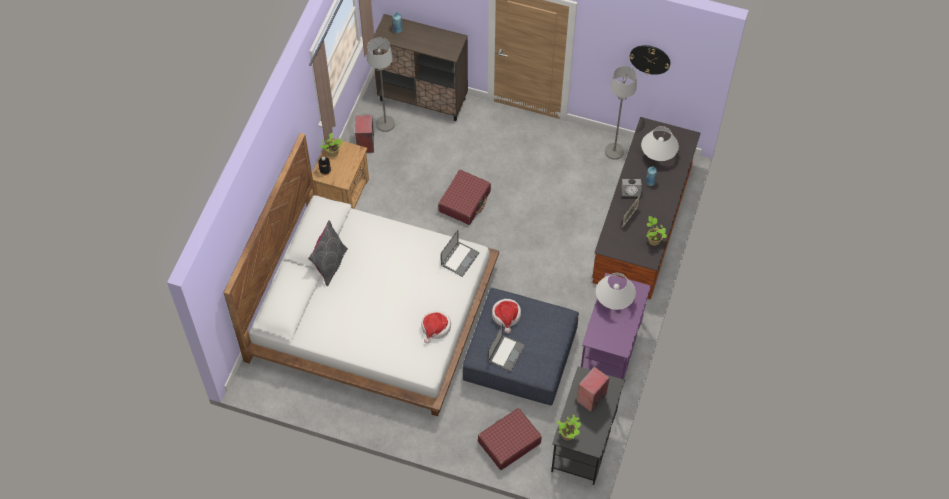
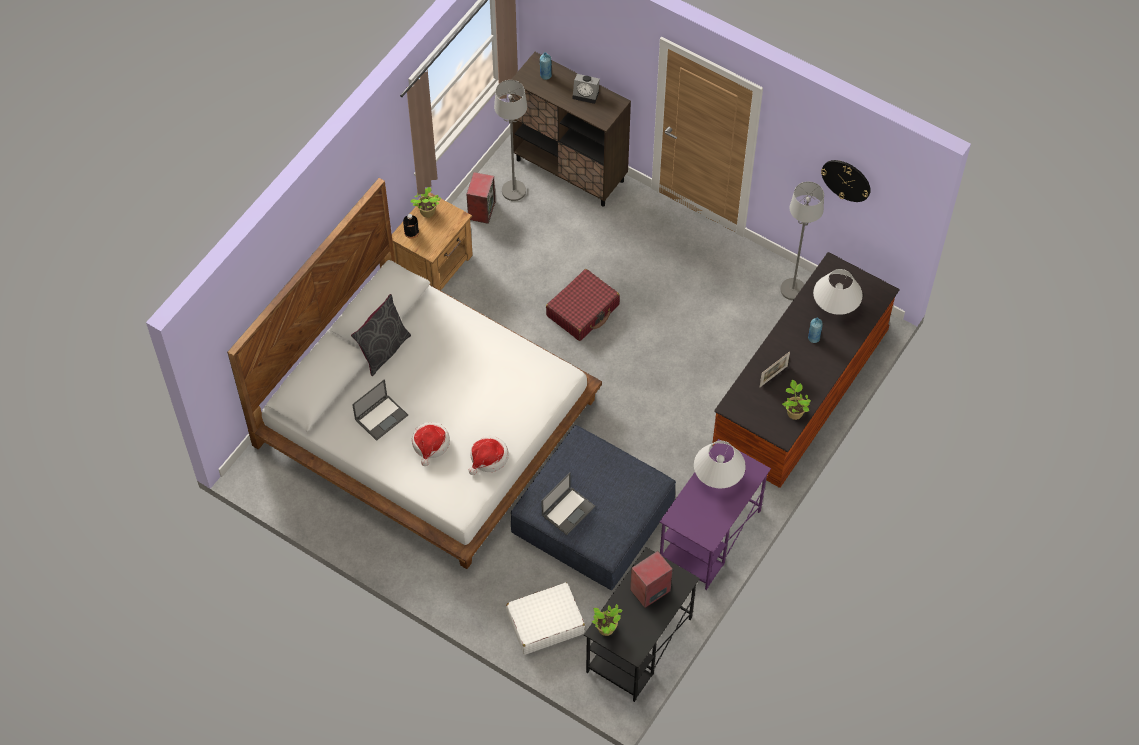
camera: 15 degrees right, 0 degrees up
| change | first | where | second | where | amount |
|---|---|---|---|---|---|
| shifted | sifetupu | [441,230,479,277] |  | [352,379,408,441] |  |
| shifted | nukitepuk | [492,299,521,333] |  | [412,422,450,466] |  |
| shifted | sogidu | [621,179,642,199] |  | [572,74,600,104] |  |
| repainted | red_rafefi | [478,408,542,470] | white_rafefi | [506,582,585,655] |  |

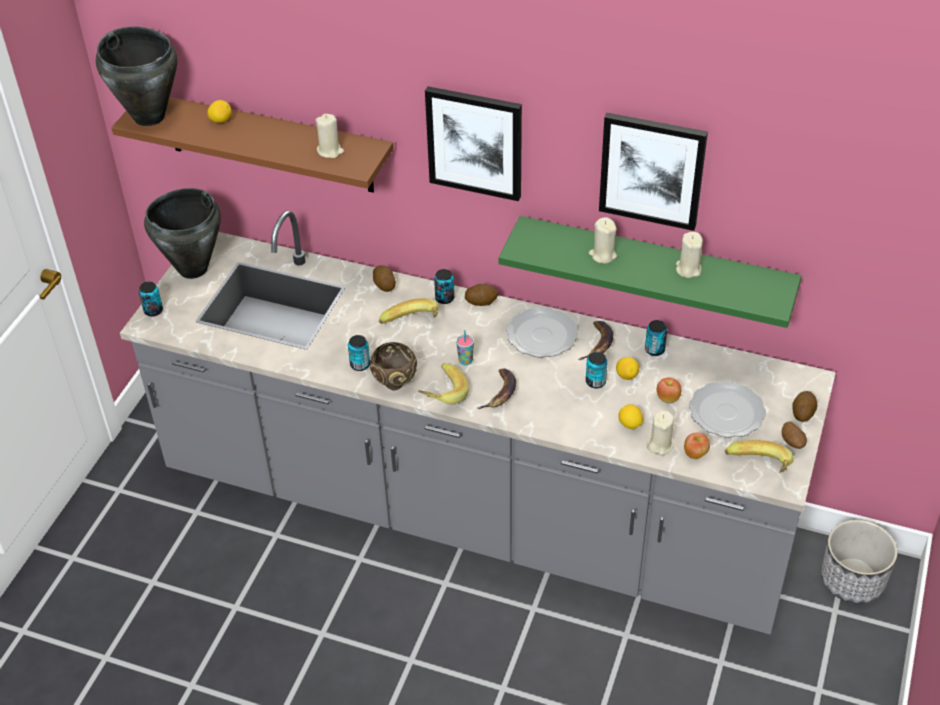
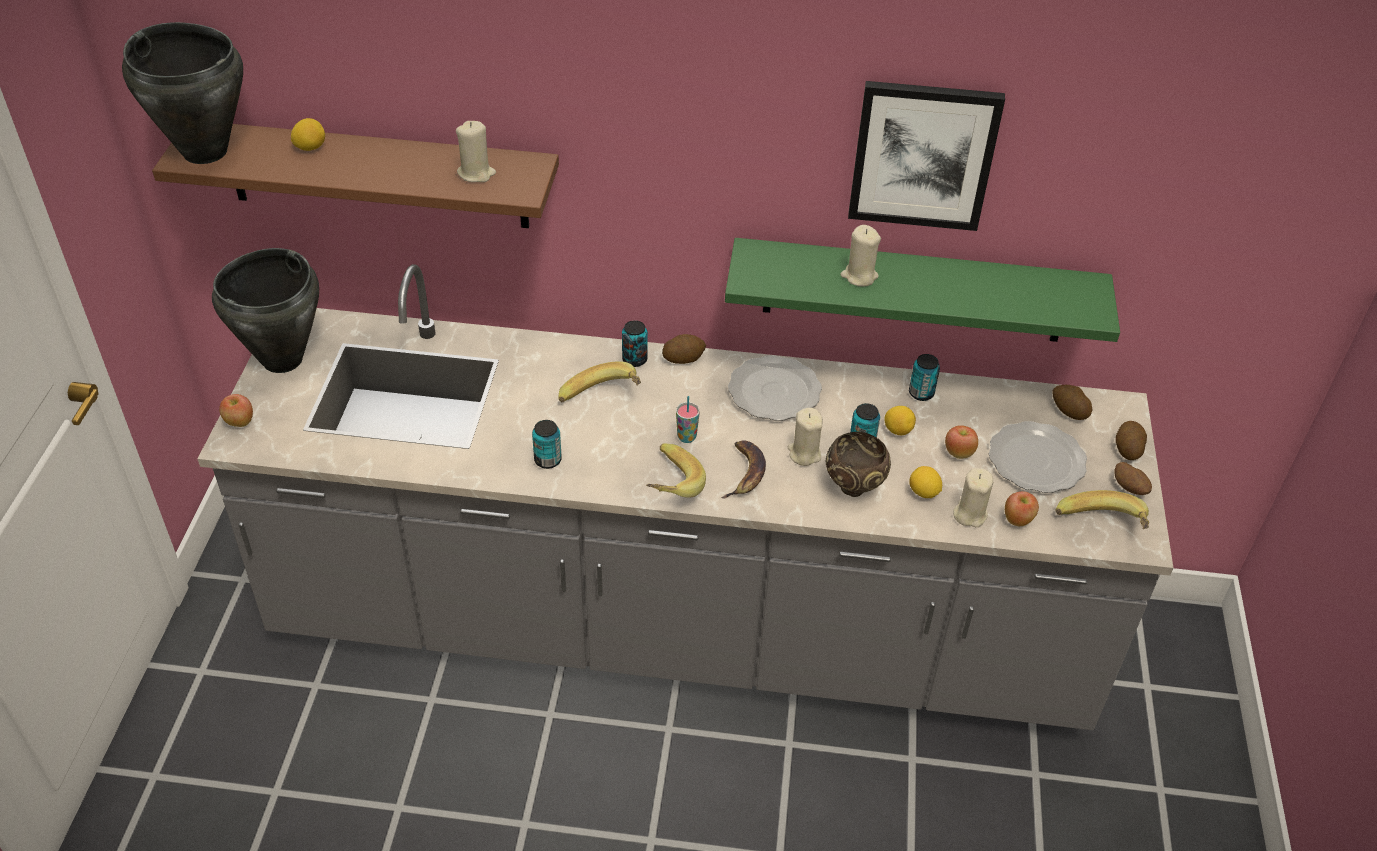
camera: 15 degrees left, 0 degrees up
| change | first | where | second | where | amount |
|---|---|---|---|---|---|
| gone | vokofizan | [425,86,522,201] |  |  |  |
| gone | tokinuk | [578,321,613,360] |  |  |  |
| gone | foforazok | [821,520,898,604] |  |  |  |
| shifted | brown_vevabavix | [370,342,417,391] |  | [826,432,891,497] |  |
| shifted | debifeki | [373,265,396,292] |  | [1053,385,1092,420] |  |
| shifted | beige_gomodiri | [676,232,703,278] |  | [788,408,823,466] |  |
| swapped | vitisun | [139,282,163,317] | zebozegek | [219,394,253,427] |  |

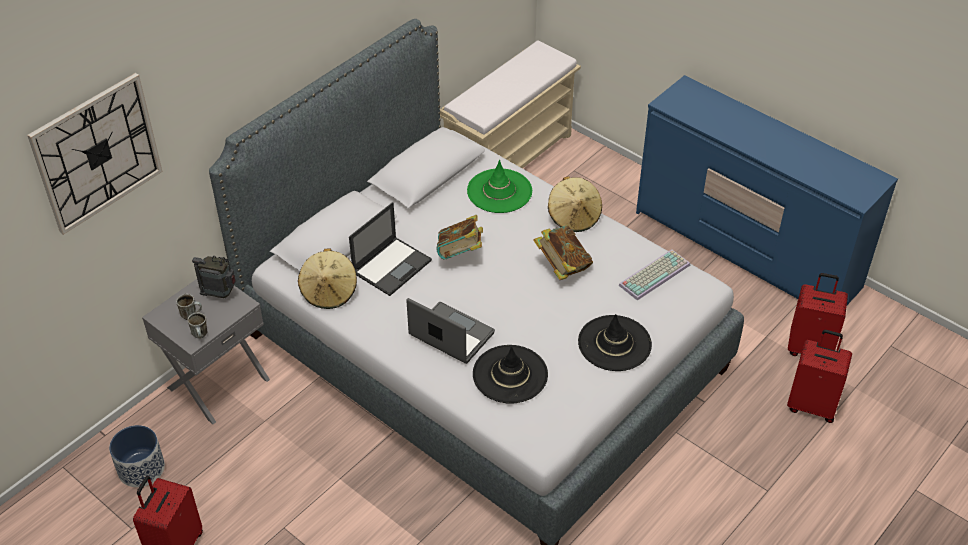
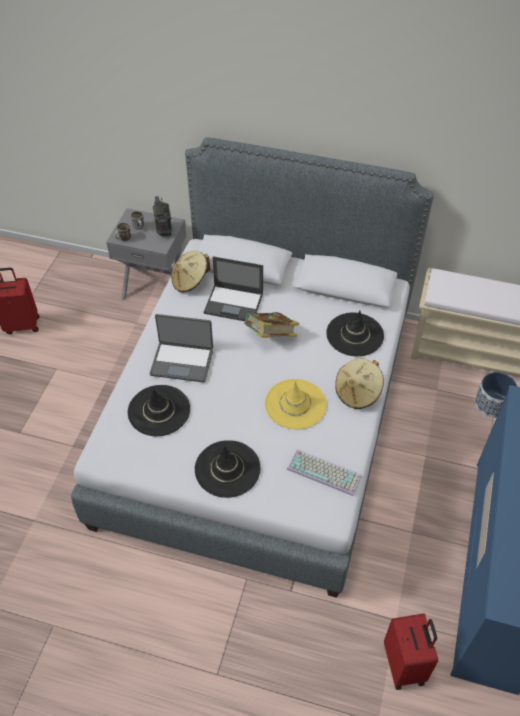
camera: 65 degrees right, 5 degrees up
| change | first | where | second | where | amount |
|---|---|---|---|---|---|
| gone | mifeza | [27,73,163,235] |  |  |  |
| gone | red_rafefi | [787,330,852,423] |  |  |  |
| shifted | foforazok | [109,425,165,487] |  | [475,372,517,418] |  |
| swapped | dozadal | [533,225,593,280] | yellow_nukitepuk | [265,379,327,429] |  |
| repainted | green_nukitepuk | [467,160,532,213] | black_nukitepuk | [326,310,384,356] |  |
| rotated | sifetupu | [406,298,495,364] |  | [150,314,213,382] | 90 degrees clockwise |

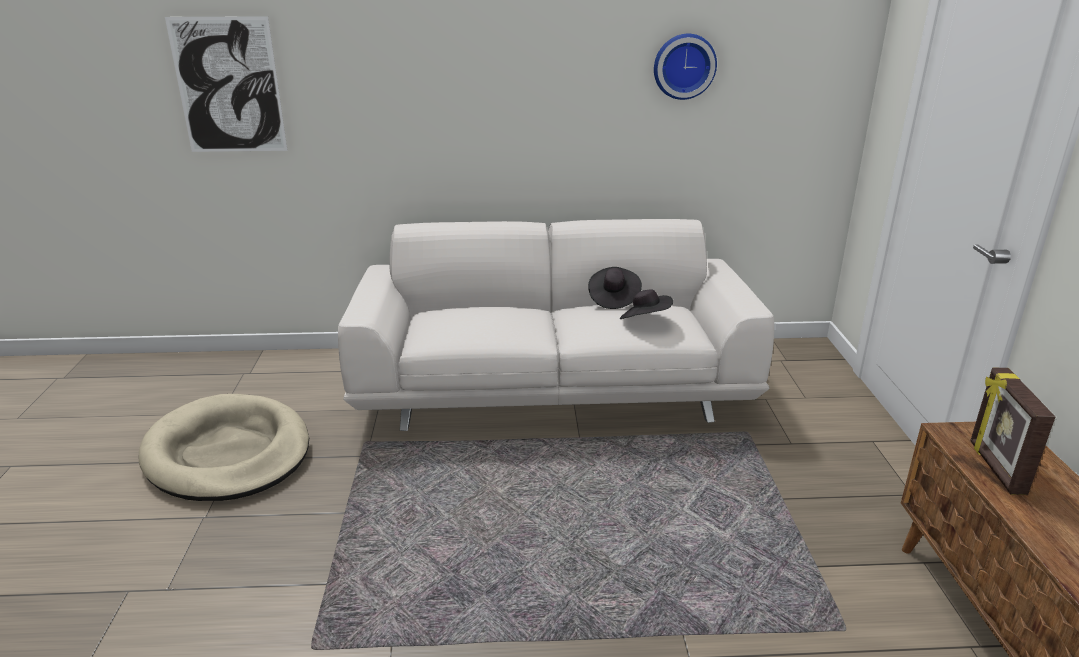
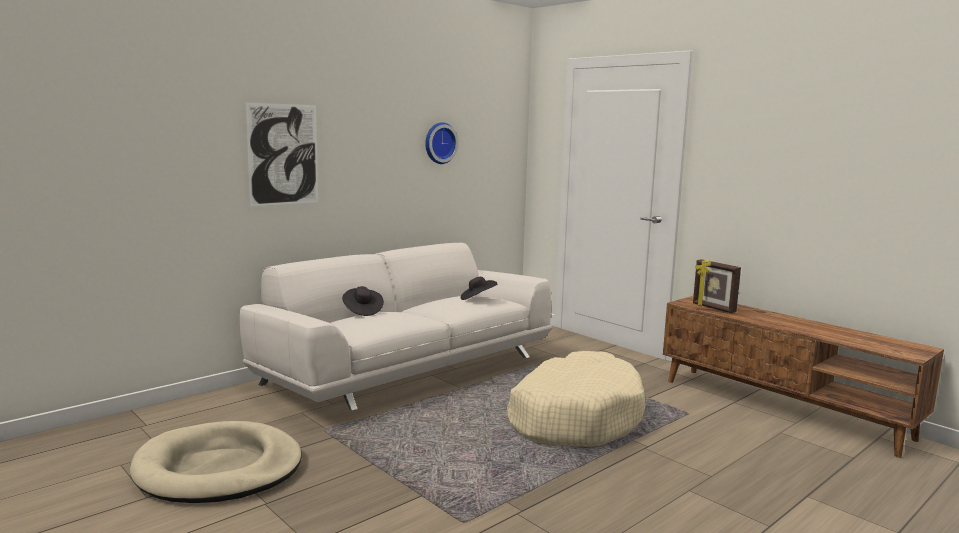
camera: 40 degrees left, 15 degrees down
| change | first | where | second | where | amount |
|---|---|---|---|---|---|
| new |  |  | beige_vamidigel | [507,351,646,447] |  |
| shifted | vokofizan | [165,16,288,152] |  | [246,103,318,207] |  |
| shifted | black_nukitepuk | [588,267,642,309] |  | [342,286,384,316] |  |

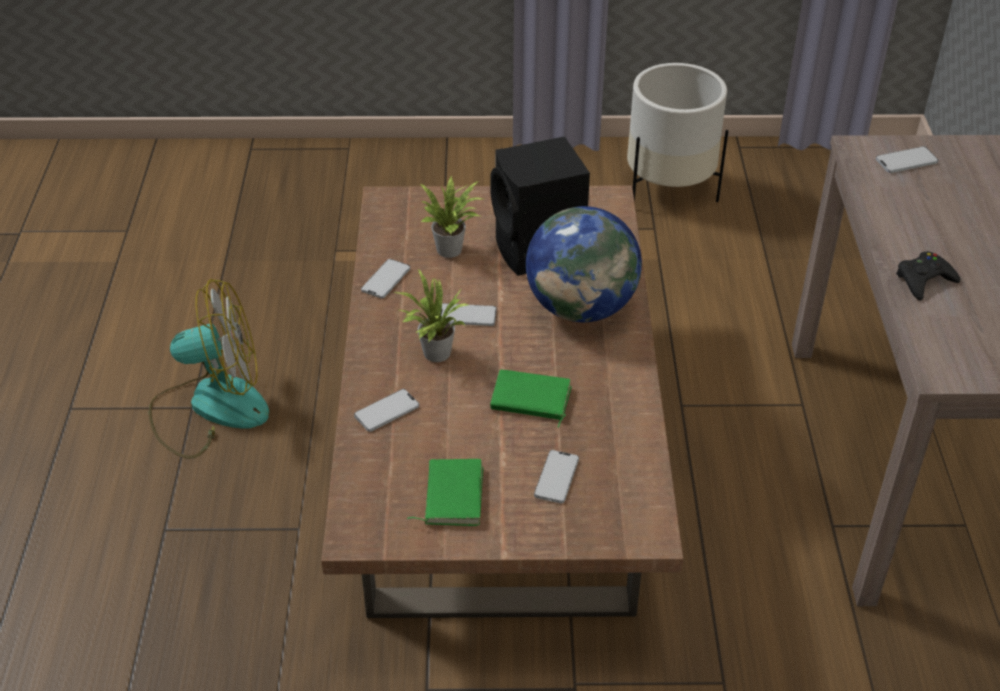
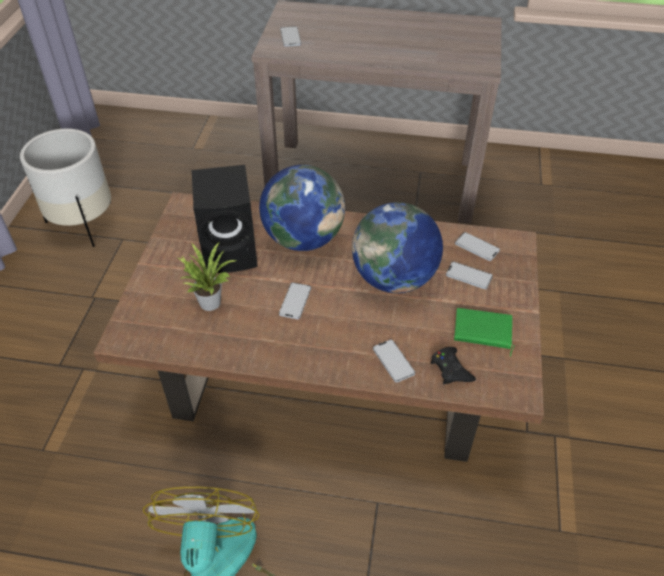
camera: 80 degrees left, 5 degrees up
| change | first | where | second | where | amount |
|---|---|---|---|---|---|
| gone | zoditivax | [393,269,469,362] |  |  |  |
| shifted | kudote | [361,259,410,299] |  | [455,232,500,261] |  |
| shifted | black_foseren | [896,251,960,301] |  | [431,347,476,384] |  |
| swapped | green_dozadal | [490,370,572,428] | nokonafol | [352,202,443,293] |  |

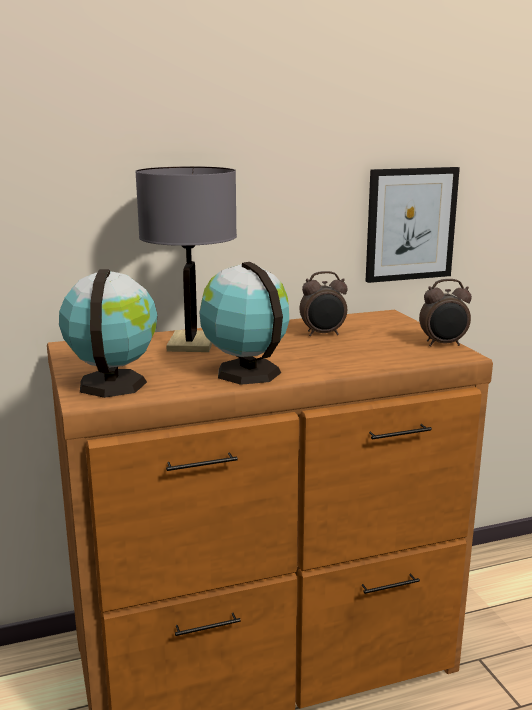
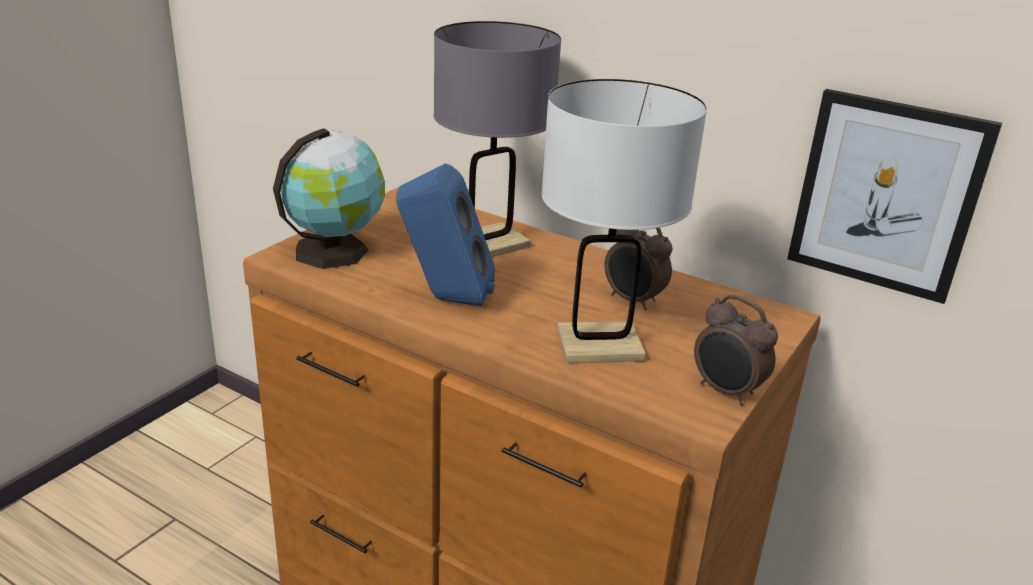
camera: 50 degrees right, 10 degrees up
| change | first | where | second | where | amount |
|---|---|---|---|---|---|
| new |  |  | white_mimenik | [541,79,707,363] |  |
| swapped | nokonafol | [199,262,289,385] | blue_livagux | [396,163,495,307] |  |

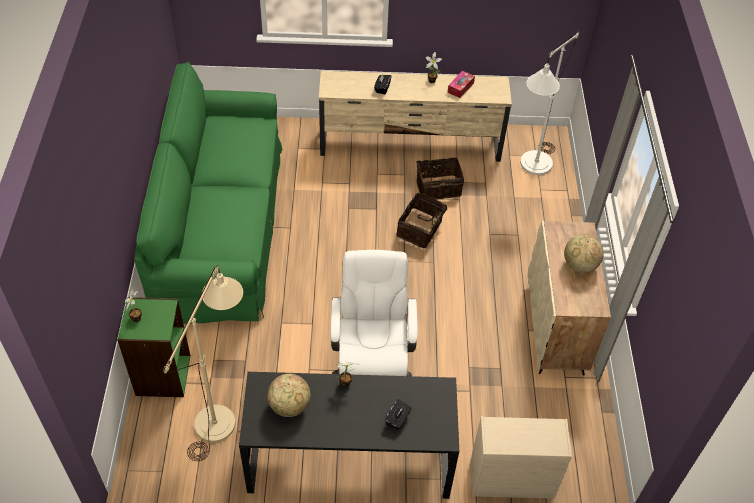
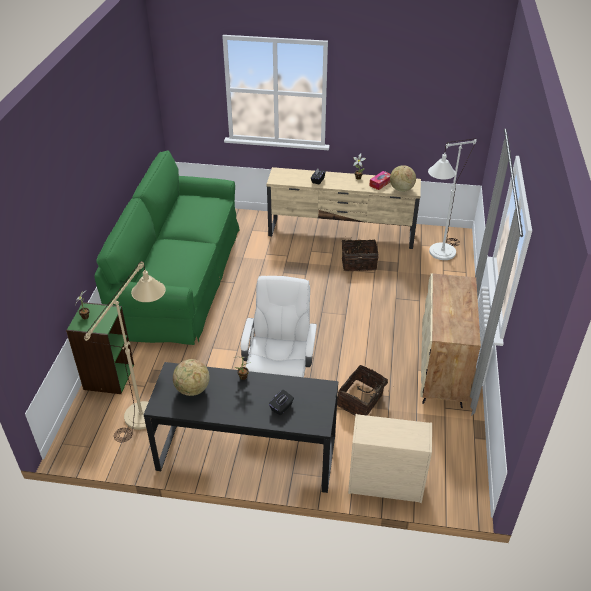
camera: 10 degrees right, 10 degrees down
| change | first | where | second | where | amount |
|---|---|---|---|---|---|
| shifted | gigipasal | [396,192,454,248] |  | [337,365,394,416] |  |
| shifted | nokonafol | [564,234,604,273] |  | [390,165,416,192] |  |

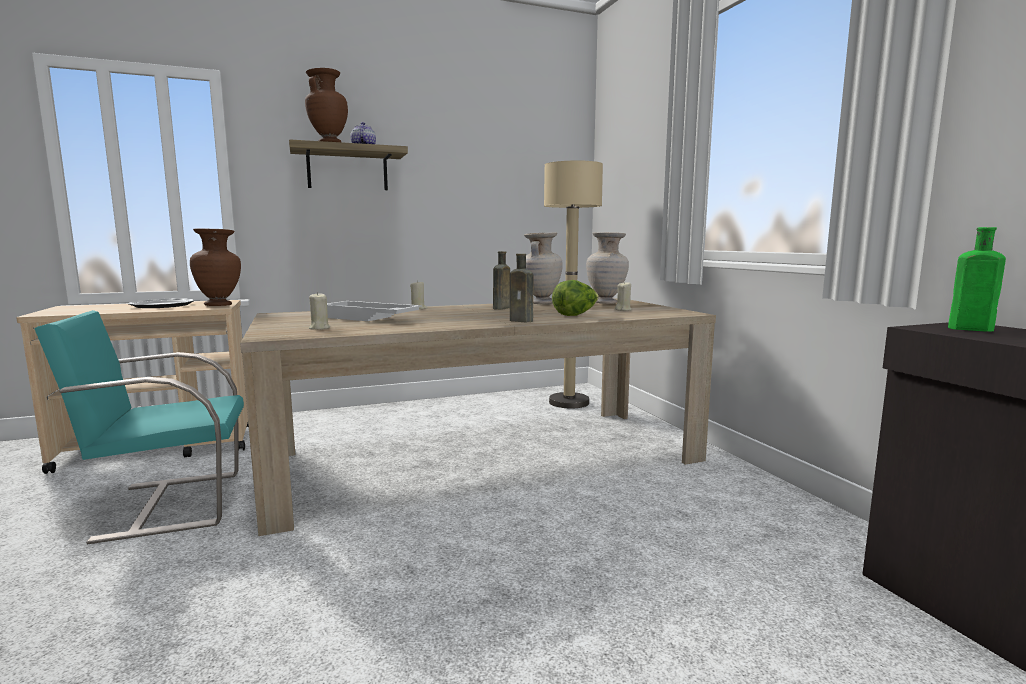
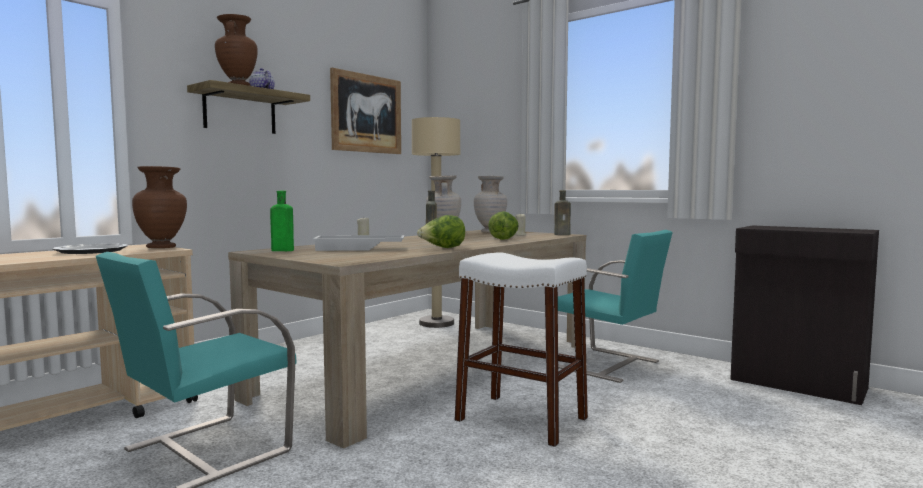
camera: 30 degrees left, 5 degrees down
| change | first | where | second | where | amount |
|---|---|---|---|---|---|
| gone | beige_gomodiri | [309,292,330,330] |  |  |  |
| new |  |  | vokofizan | [330,68,401,154] |  |
| new |  |  | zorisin | [417,215,465,248] |  |
| new |  |  | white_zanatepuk | [454,252,588,447] |  |
| new |  |  | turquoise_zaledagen | [558,230,673,383] |  |
| shifted | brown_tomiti | [510,254,533,322] |  | [554,190,571,235] |  |
| shifted | green_tomiti | [948,227,1006,332] |  | [270,191,294,251] |  |

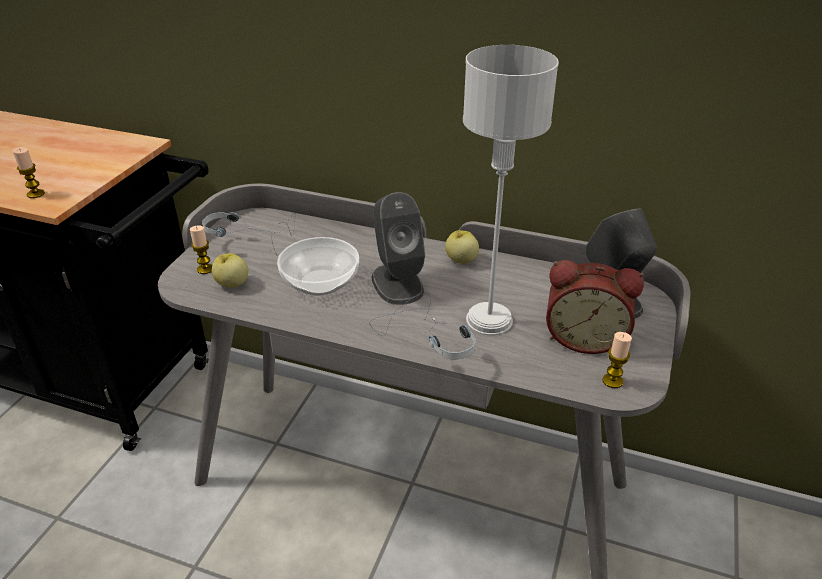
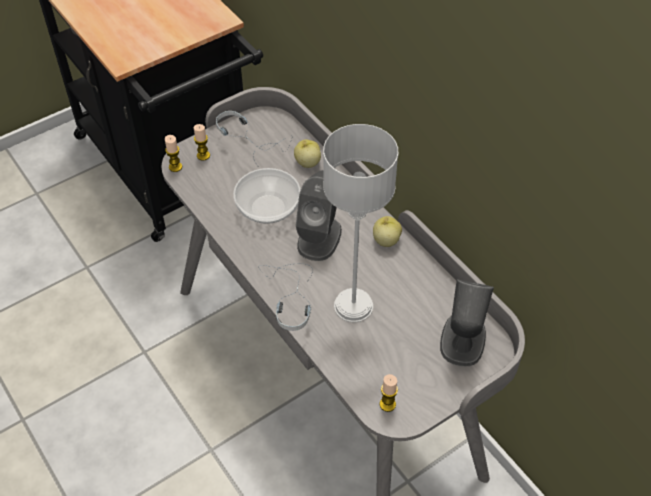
camera: 35 degrees right, 15 degrees up
| change | first | where | second | where | amount |
|---|---|---|---|---|---|
| gone | sogidu | [546,260,644,354] |  |  |  |
| shifted | gomodiri | [12,147,45,198] |  | [165,135,182,172] |  |
| shifted | zebozegek | [212,253,249,288] |  | [294,139,321,168] |  |

